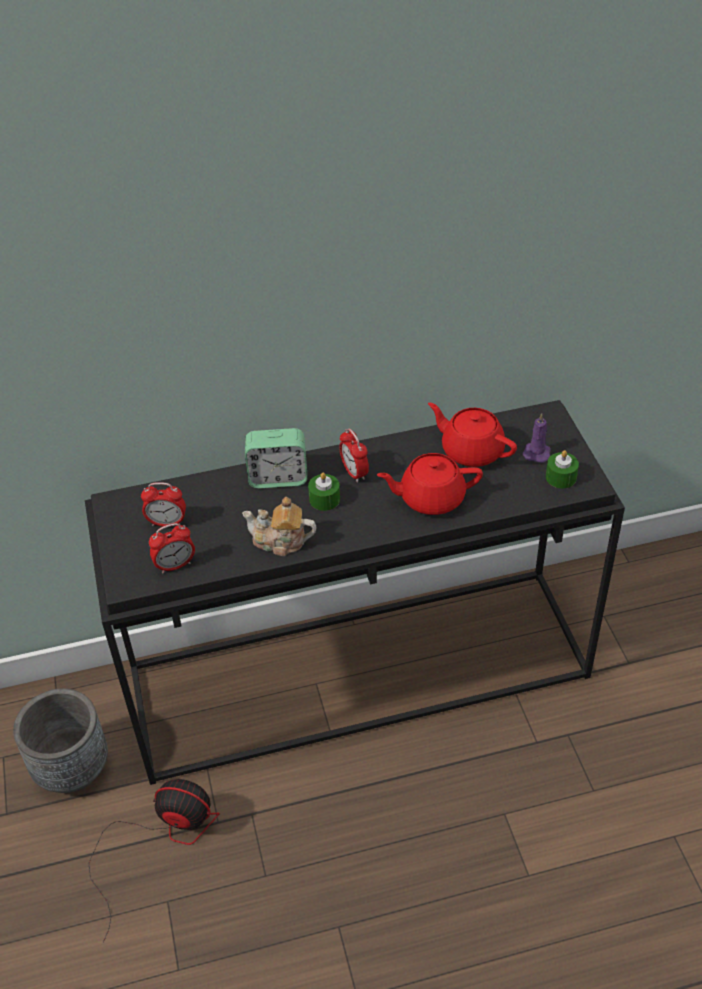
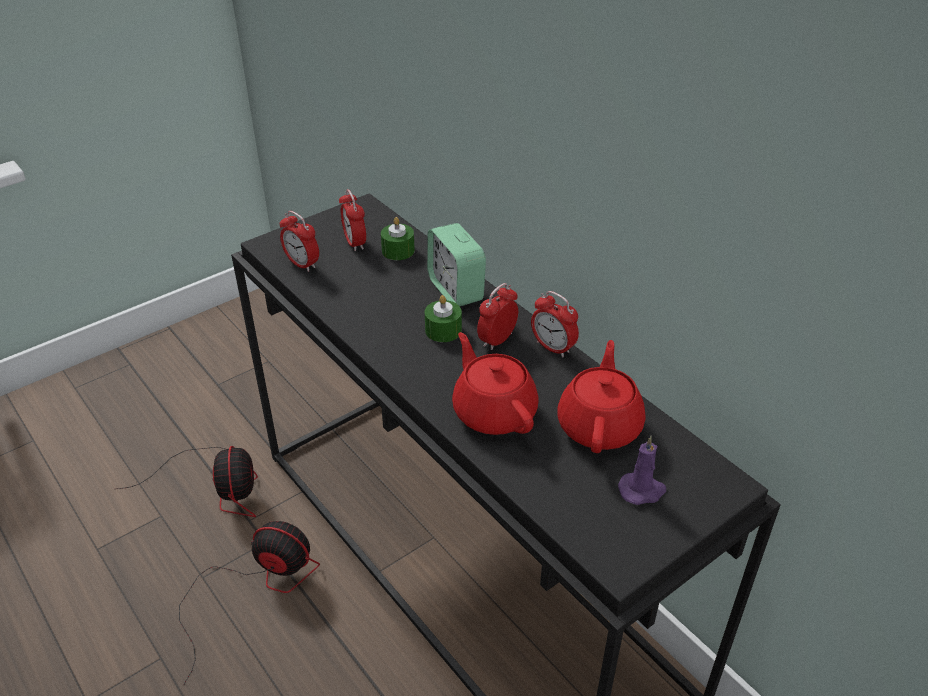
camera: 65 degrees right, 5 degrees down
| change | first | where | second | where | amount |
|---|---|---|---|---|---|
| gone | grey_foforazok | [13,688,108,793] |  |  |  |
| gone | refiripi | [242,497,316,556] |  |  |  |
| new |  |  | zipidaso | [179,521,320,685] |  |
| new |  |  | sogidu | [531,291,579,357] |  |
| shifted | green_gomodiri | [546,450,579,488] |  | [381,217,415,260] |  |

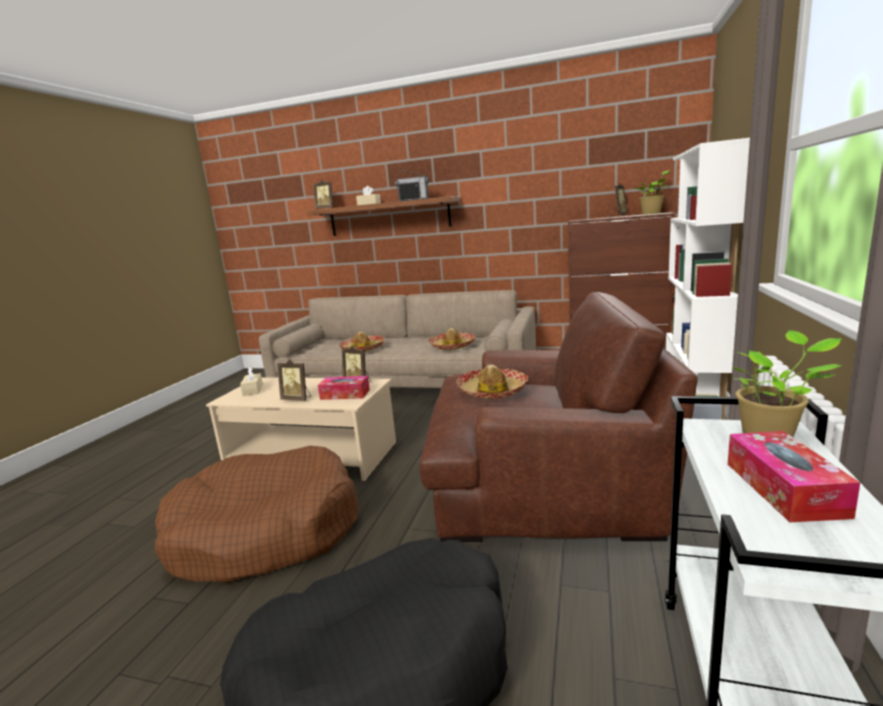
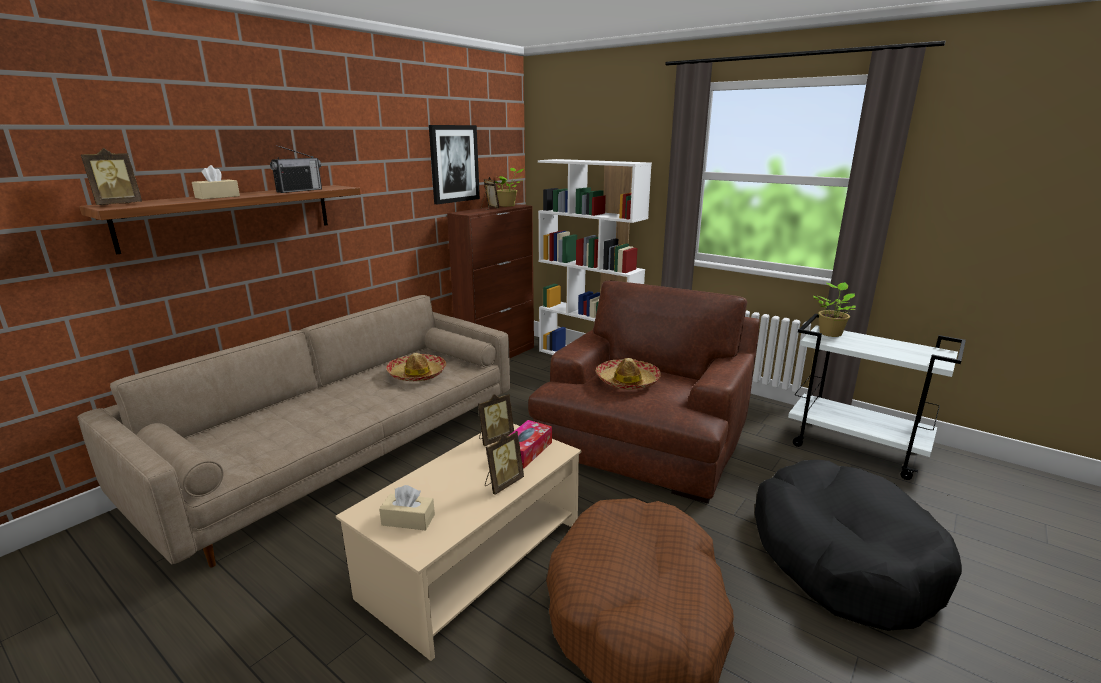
camera: 70 degrees left, 5 degrees up
| change | first | where | second | where | amount |
|---|---|---|---|---|---|
| gone | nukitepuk | [339,332,385,351] |  |  |  |
| gone | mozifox | [728,431,860,522] |  |  |  |
| new |  |  | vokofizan | [429,125,480,204] |  |

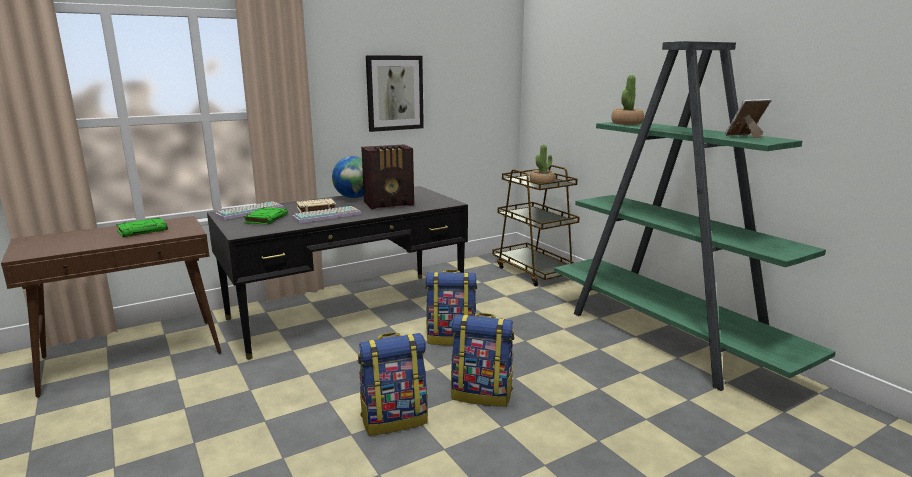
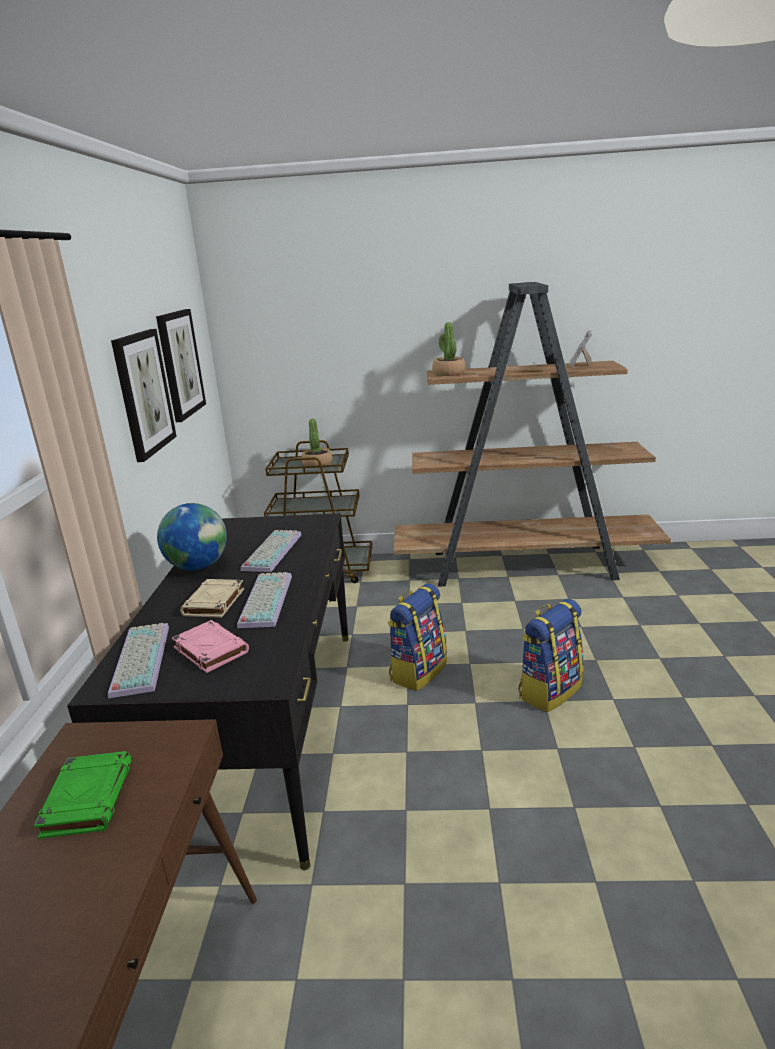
camera: 55 degrees left, 5 degrees up
| change | first | where | second | where | amount |
|---|---|---|---|---|---|
| gone | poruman | [358,332,428,435] |  |  |  |
| new |  |  | vokofizan | [156,309,206,422] |  |
| swapped | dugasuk | [361,144,414,209] | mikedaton | [241,530,301,572] |  |
| repainted | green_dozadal | [243,207,288,225] | pink_dozadal | [172,620,249,673] |  |
| repainted | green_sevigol | [554,41,836,391] | brown_sevigol | [394,282,671,587] |  |

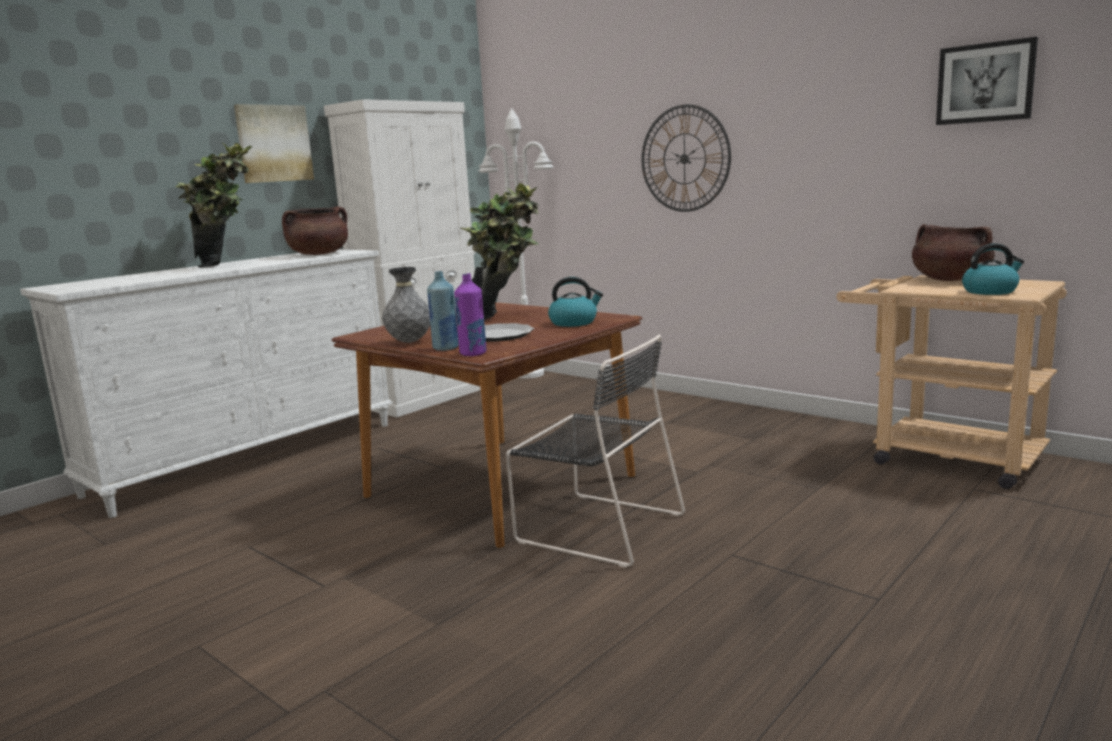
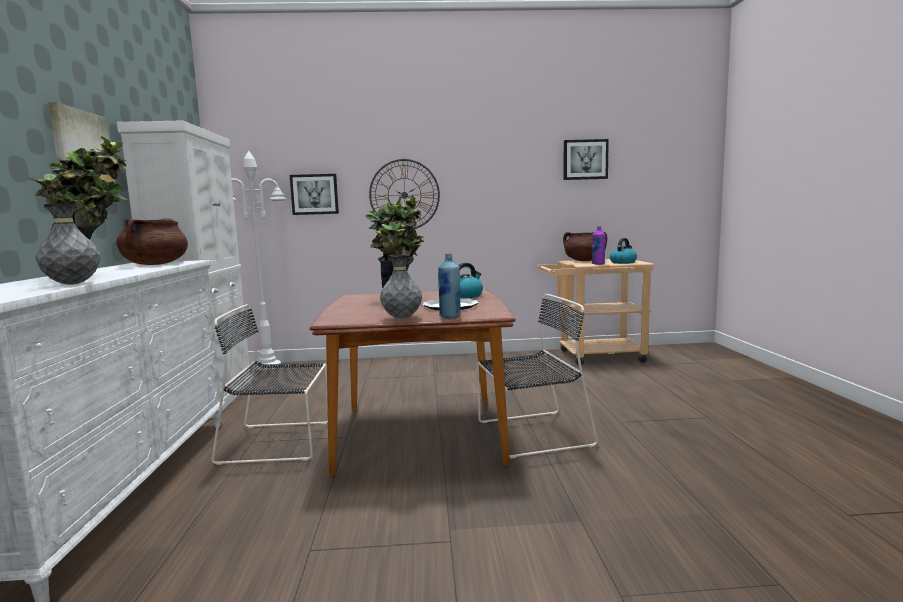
camera: 45 degrees left, 5 degrees down
| change | first | where | second | where | amount |
|---|---|---|---|---|---|
| new |  |  | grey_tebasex | [35,204,100,285] |  |
| new |  |  | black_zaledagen | [211,304,328,465] |  |
| new |  |  | vokofizan | [290,174,339,215] |  |
| shifted | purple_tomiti | [454,273,486,356] |  | [592,226,606,265] |  |

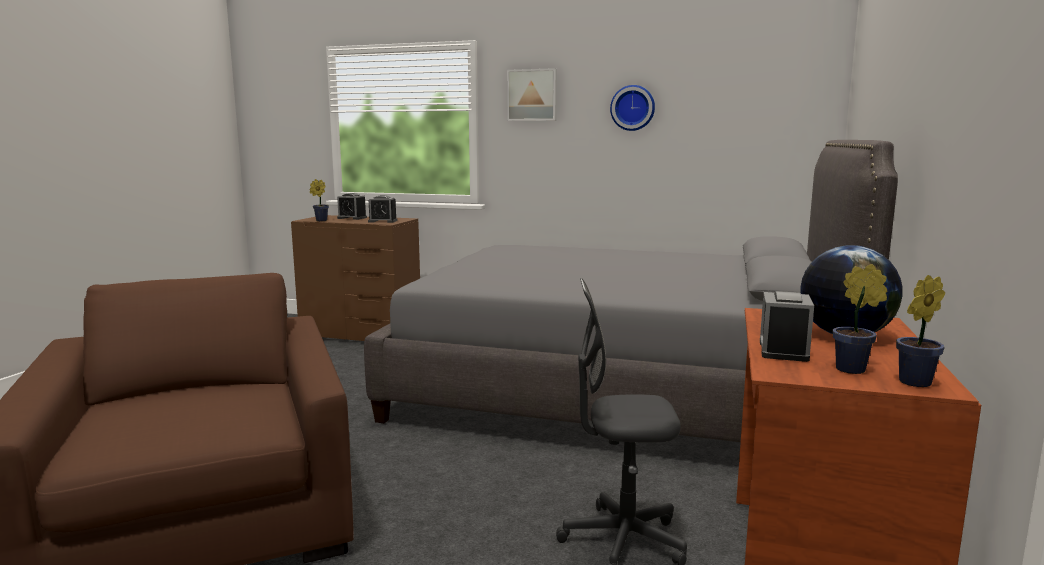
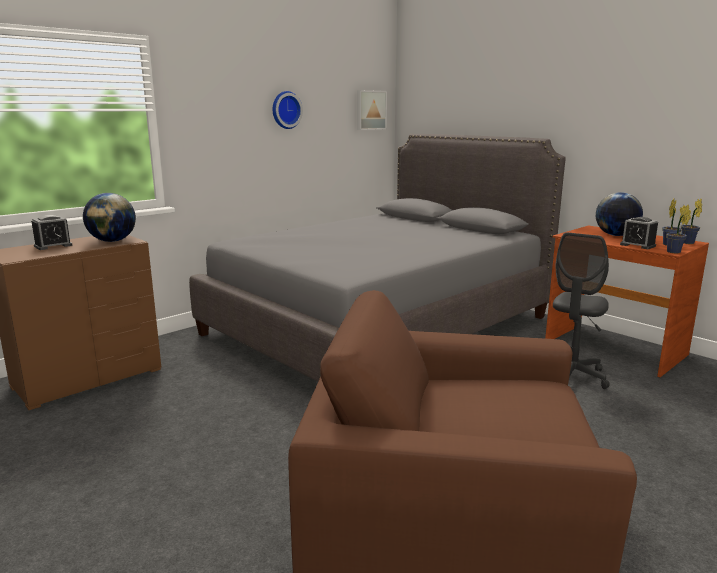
camera: 60 degrees left, 5 degrees up
| change | first | where | second | where | amount |
|---|---|---|---|---|---|
| shifted | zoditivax | [310,179,329,221] |  | [666,205,691,253] |  |
| shifted | vokofizan | [507,68,557,121] |  | [357,90,387,130] |  |
| swapped | sogidu | [368,195,398,223] | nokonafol | [83,193,136,242] |  |

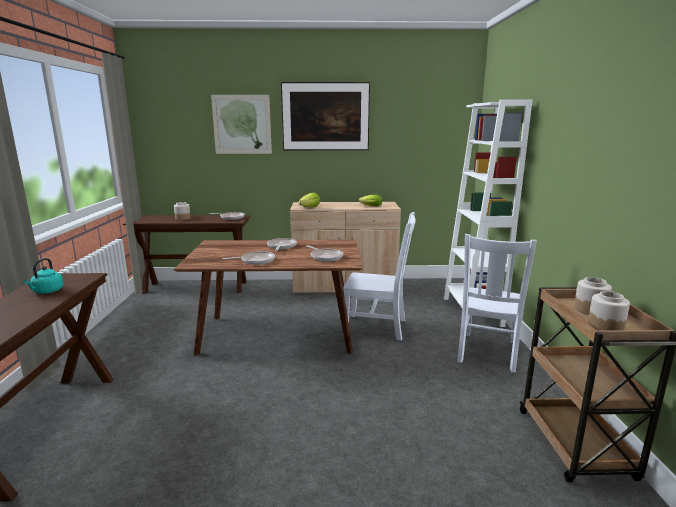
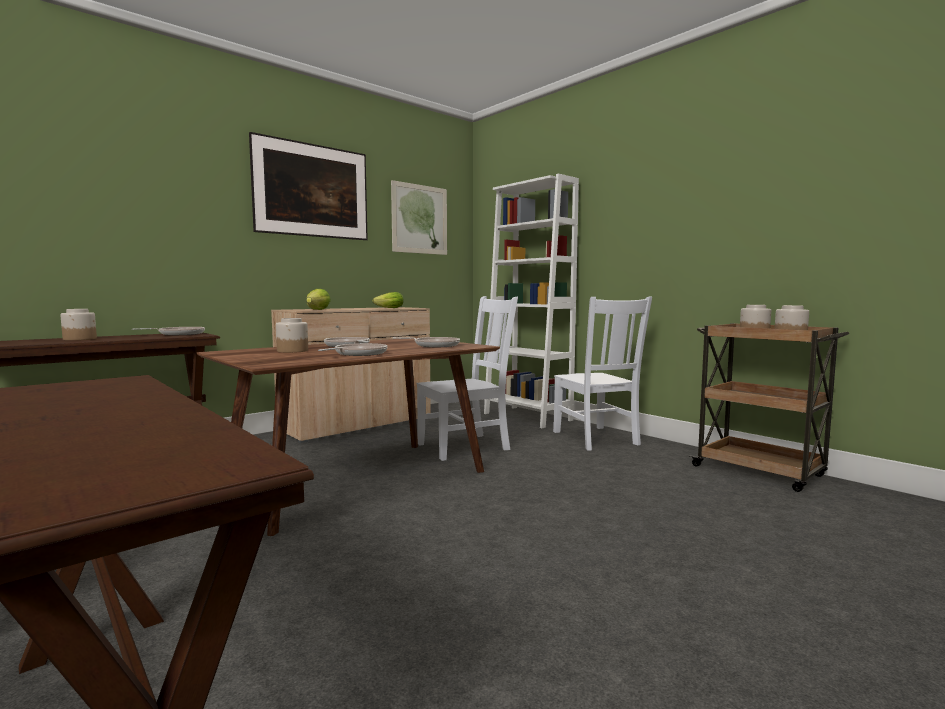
camera: 40 degrees left, 10 degrees down
| change | first | where | second | where | amount |
|---|---|---|---|---|---|
| gone | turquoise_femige | [24,258,64,294] |  |  |  |
| new |  |  | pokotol | [276,318,308,353] |  |
| shifted | vokofizan | [211,95,272,154] |  | [391,180,447,255] |  |

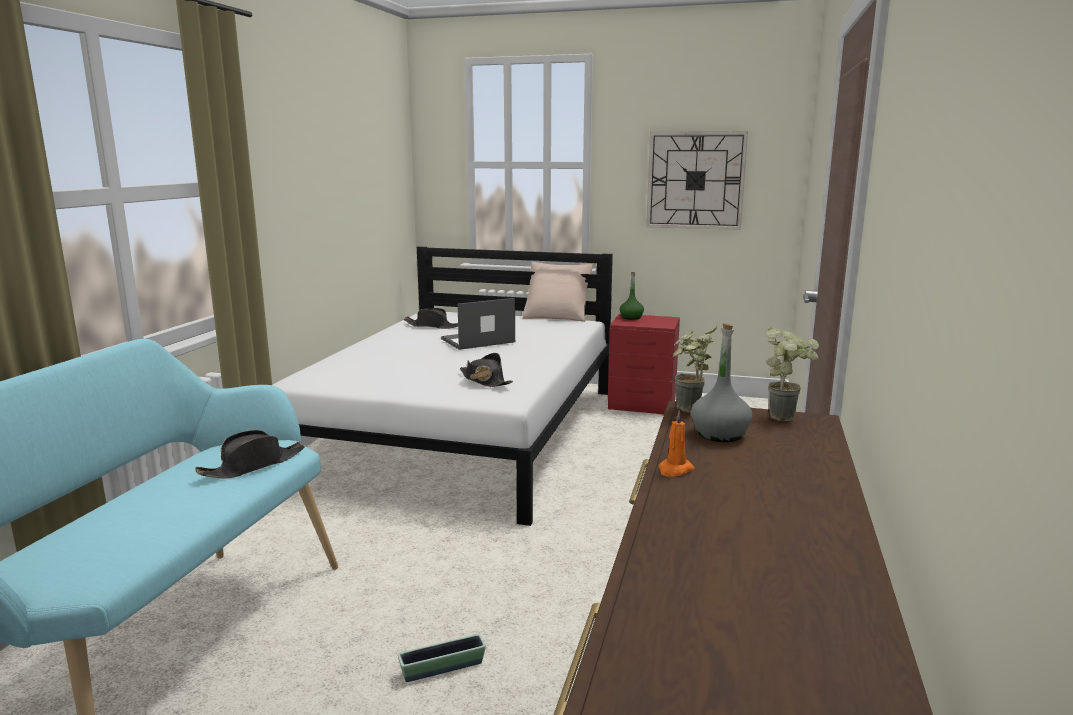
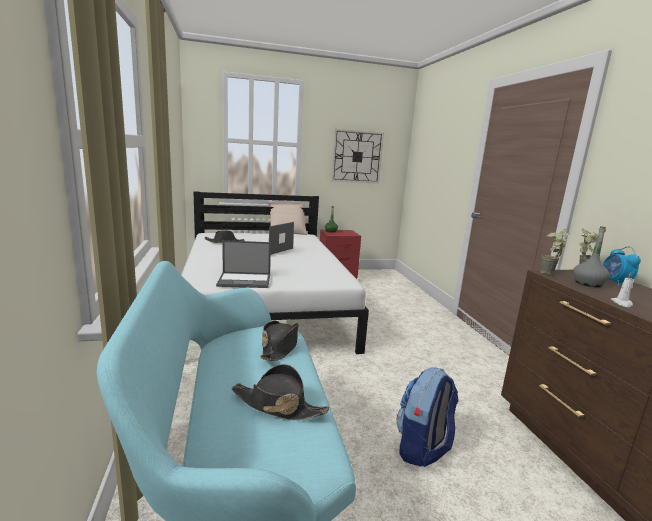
camera: 30 degrees left, 0 degrees up
| change | first | where | second | where | amount |
|---|---|---|---|---|---|
| new |  |  | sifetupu | [216,240,271,288] |  |
| new |  |  | sogidu | [603,246,641,287] |  |
| shifted | black_nukitepuk | [460,353,513,387] |  | [232,364,329,420] |  |
| swapped | foforazok | [398,634,486,682] | poruman | [396,367,459,467] |  |
| repainted | orange_gomodiri | [659,410,694,477] | white_gomodiri | [611,272,634,307] |  |

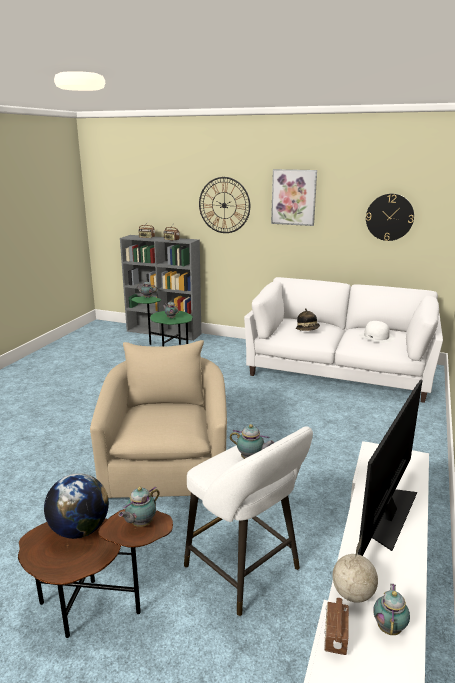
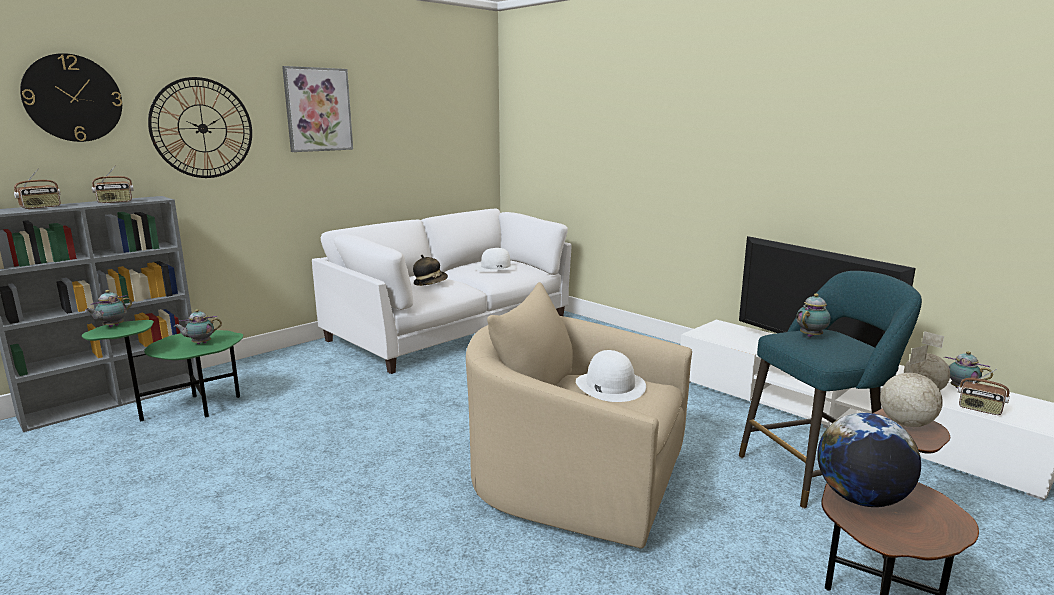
camera: 65 degrees left, 5 degrees down
| change | first | where | second | where | amount |
|---|---|---|---|---|---|
| new |  |  | white_nukitepuk | [576,350,646,402] |  |
| shifted | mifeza | [366,194,414,241] |  | [20,53,122,142] |  |
| swapped | refiripi | [118,487,160,527] | nokonafol | [880,345,943,427] |  |
| repainted | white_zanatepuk | [184,426,313,616] | turquoise_zanatepuk | [739,271,922,509] |  |

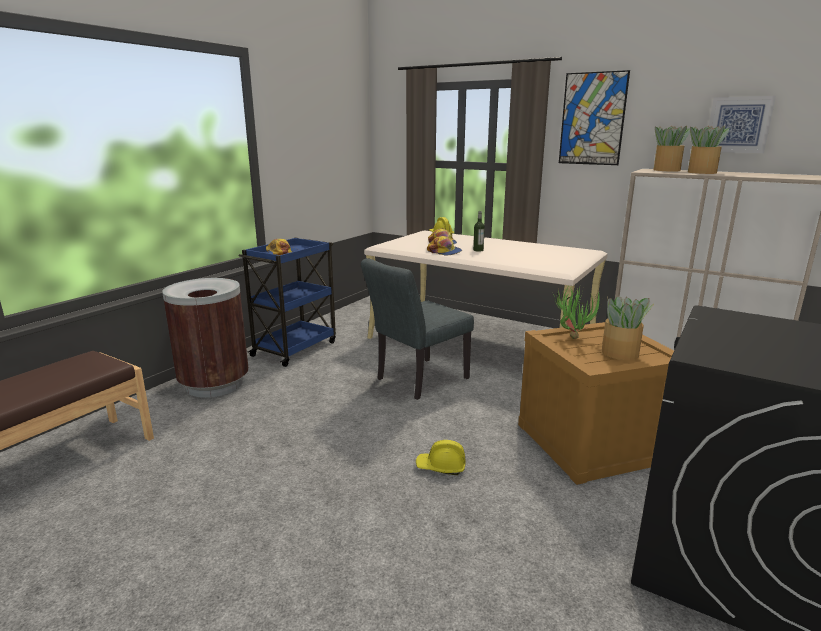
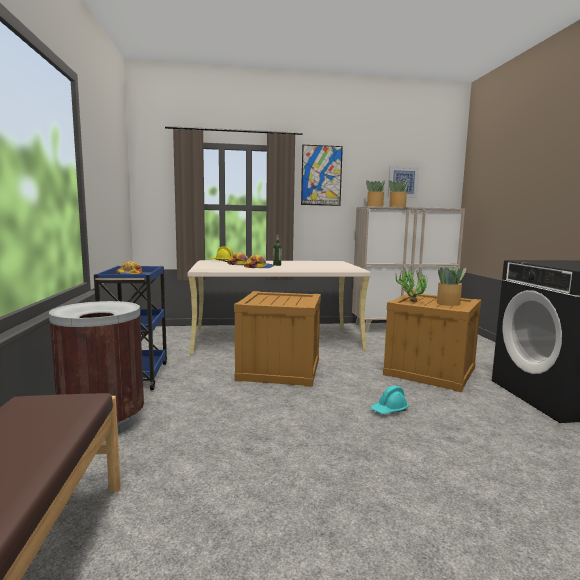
camera: 40 degrees left, 10 degrees down
| change | first | where | second | where | amount |
|---|---|---|---|---|---|
| swapped | grey_zaledagen | [361,258,474,400] | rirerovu | [234,291,321,387] |  |
| repainted | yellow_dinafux | [416,440,466,475] | turquoise_dinafux | [370,386,409,414] |  |

